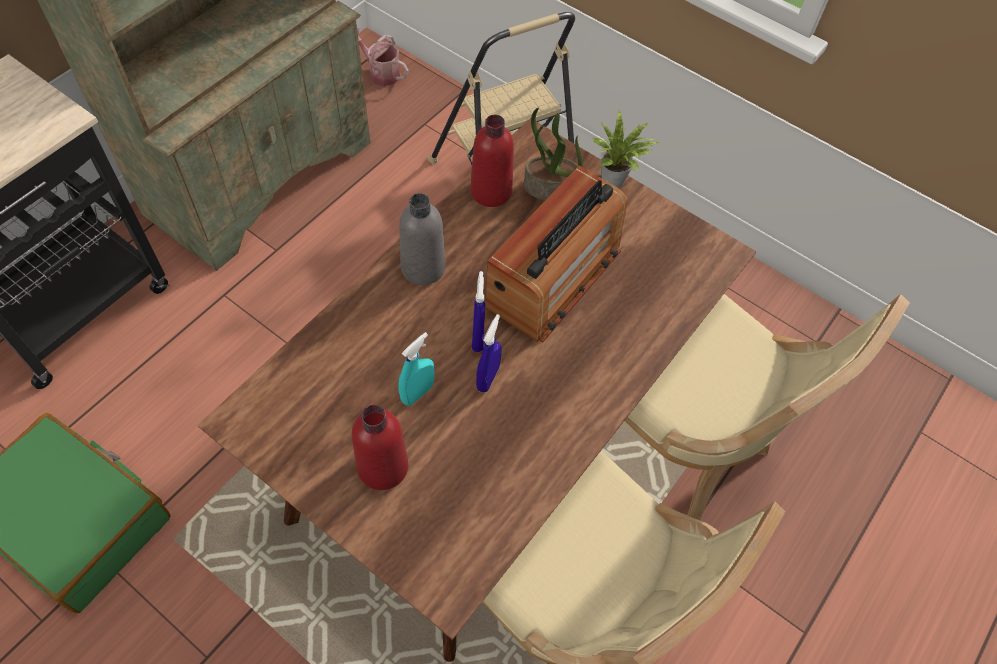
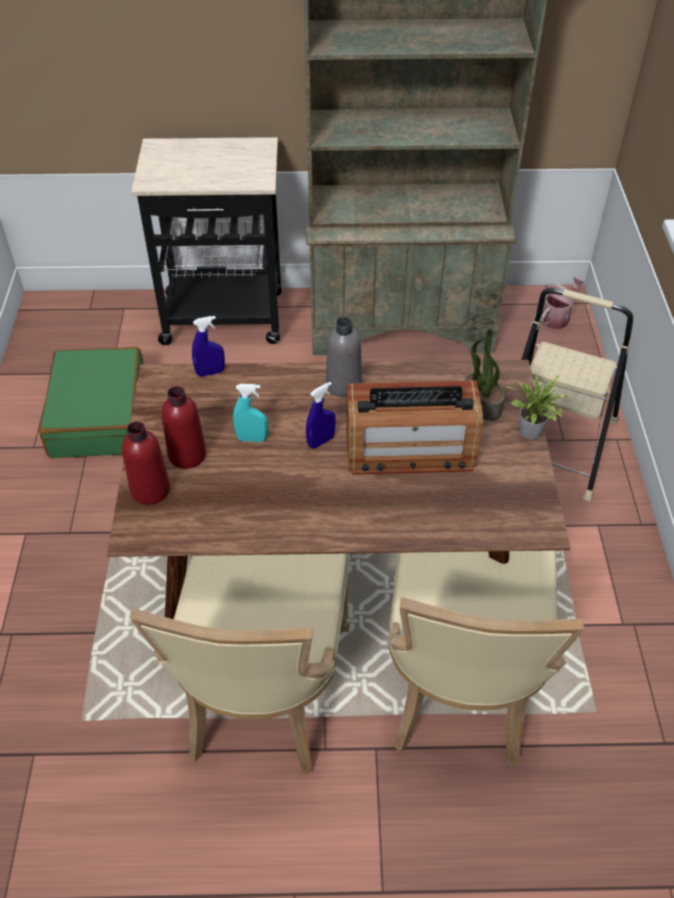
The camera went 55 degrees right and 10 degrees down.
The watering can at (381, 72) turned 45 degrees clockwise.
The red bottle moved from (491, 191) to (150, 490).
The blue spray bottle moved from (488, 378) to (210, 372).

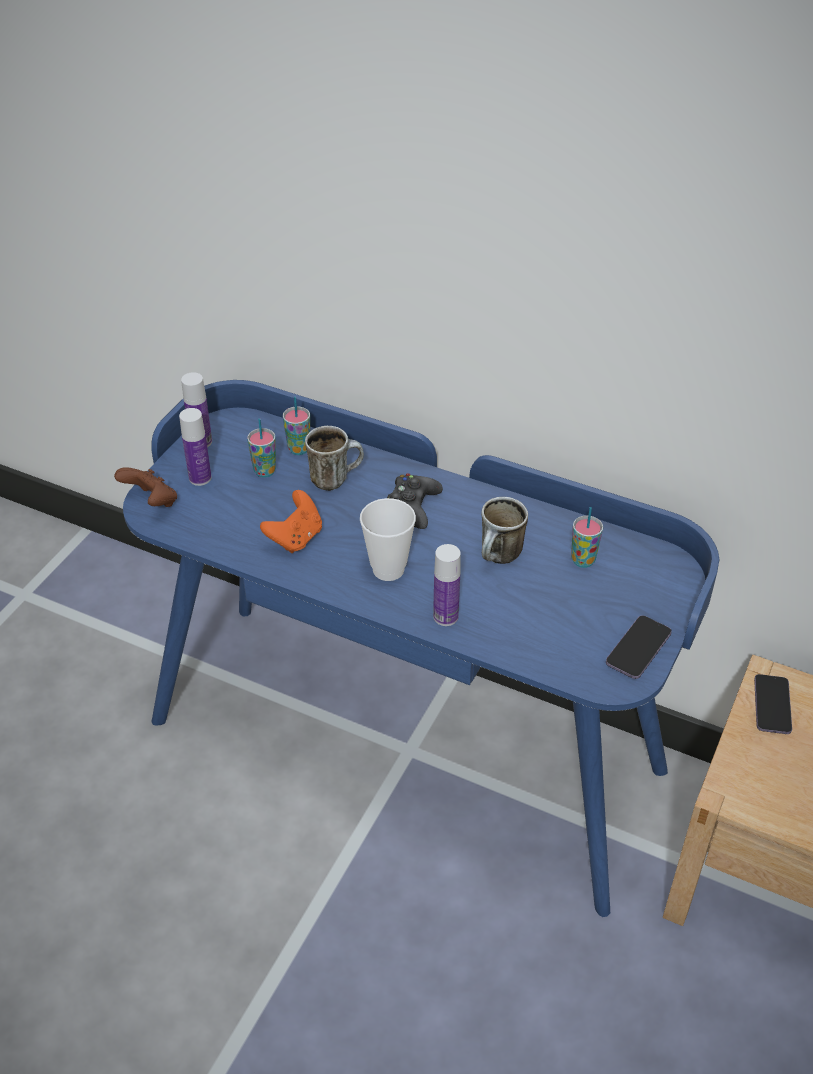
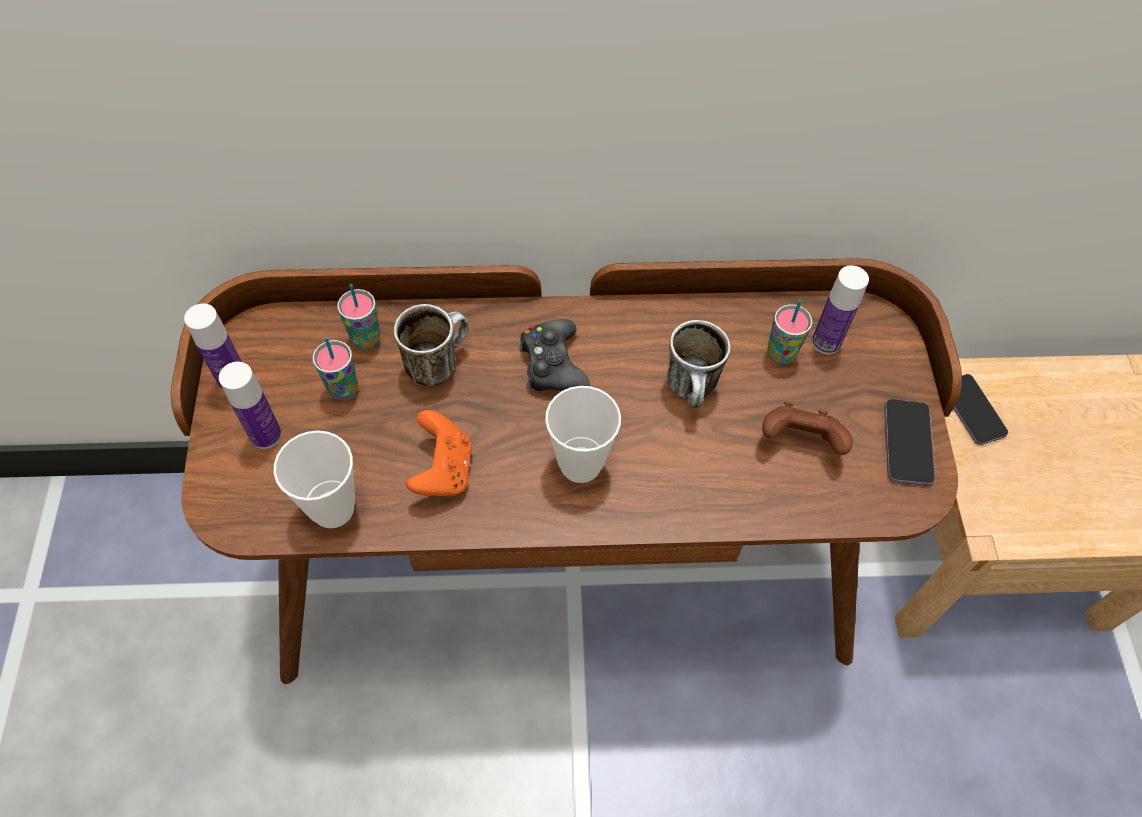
The camera went 30 degrees left and 15 degrees up.
The brown game controller moved from (152, 502) to (800, 441).
The blue desk at (407, 741) became the brown desk at (565, 569).
The bottle moved from (445, 616) to (826, 342).
The cup at (333, 509) appeared.

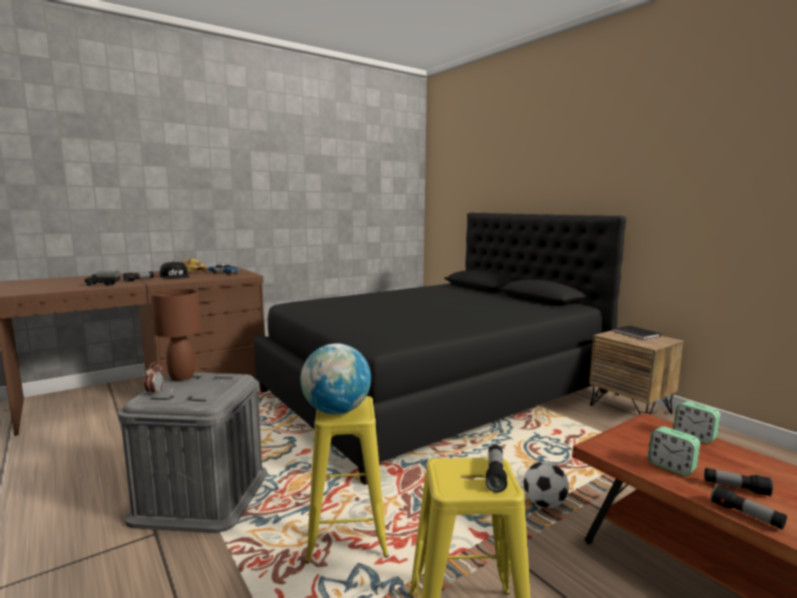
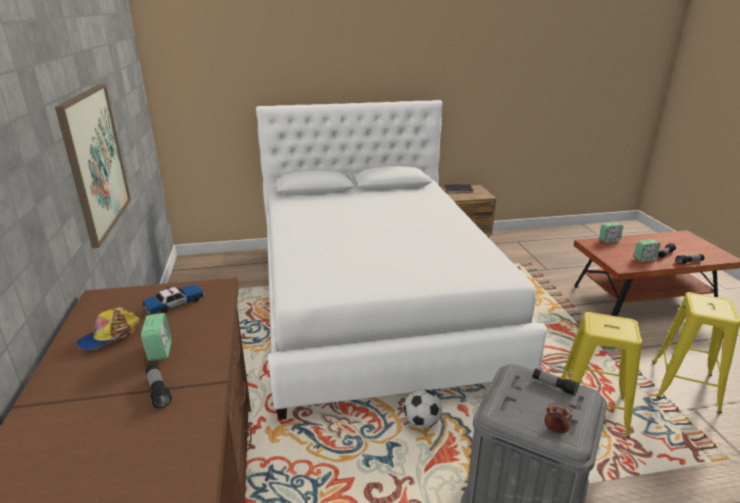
The camera went 65 degrees left and 15 degrees up.
The toy truck at (102, 284) disappeared.
The brown table lamp at (182, 377) disappeared.
The black cap at (175, 276) was replaced by the alarm clock at (160, 351).
The black bed at (435, 391) became the white bed at (375, 304).
The globe at (336, 411) disappeared.
The flashlight moved from (495, 475) to (554, 386).
The football moved from (544, 504) to (422, 422).
The picture at (95, 161) appeared.

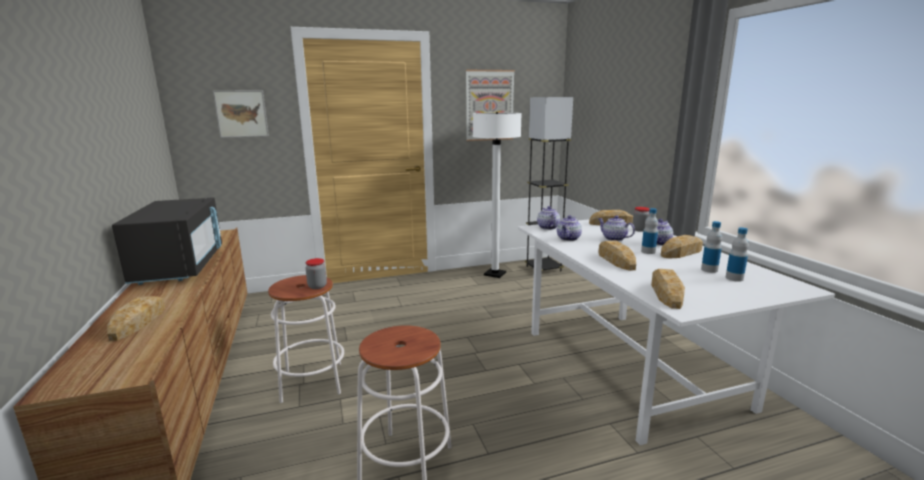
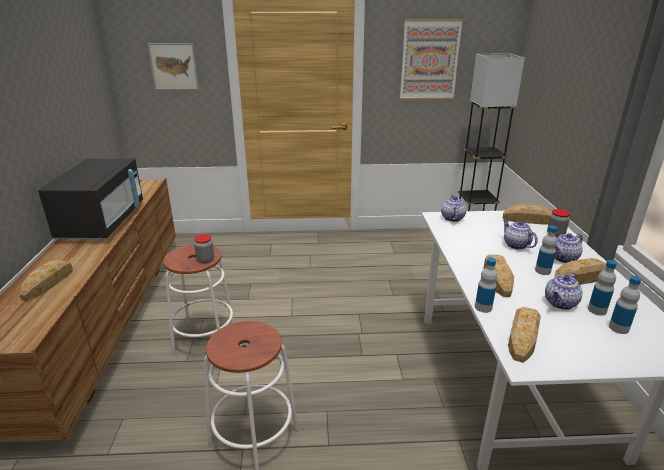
The camera went 15 degrees right and 10 degrees up.
The white floor lamp at (495, 274) disappeared.
The teapot moved from (568, 239) to (560, 304).
The bottle at (483, 307) appeared.

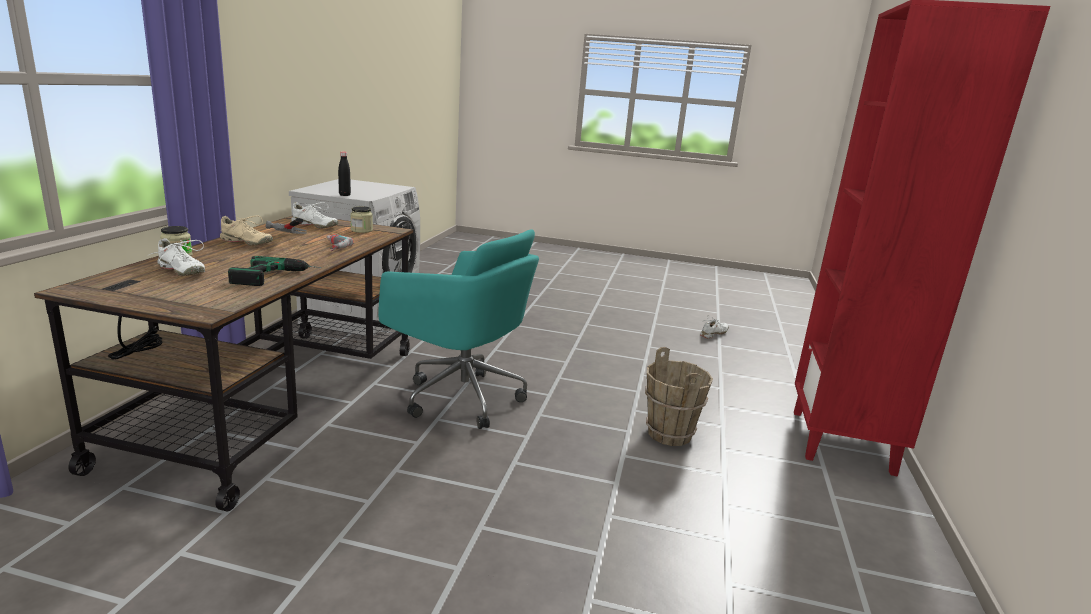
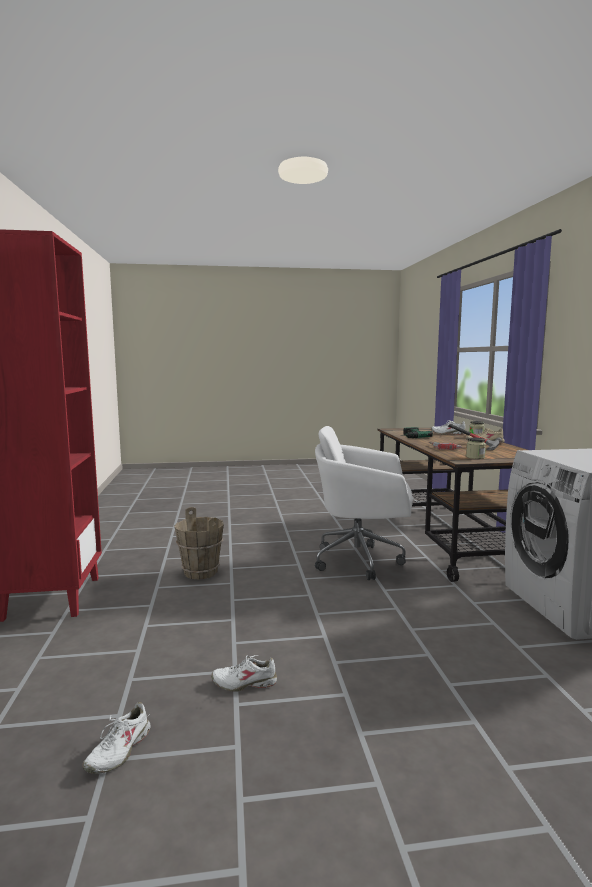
The camera went 160 degrees right and 10 degrees down.
The white shoe moved from (314, 226) to (244, 683).
The black bottle at (344, 195) disappeared.
The turquoise office chair at (458, 397) became the white office chair at (362, 561).

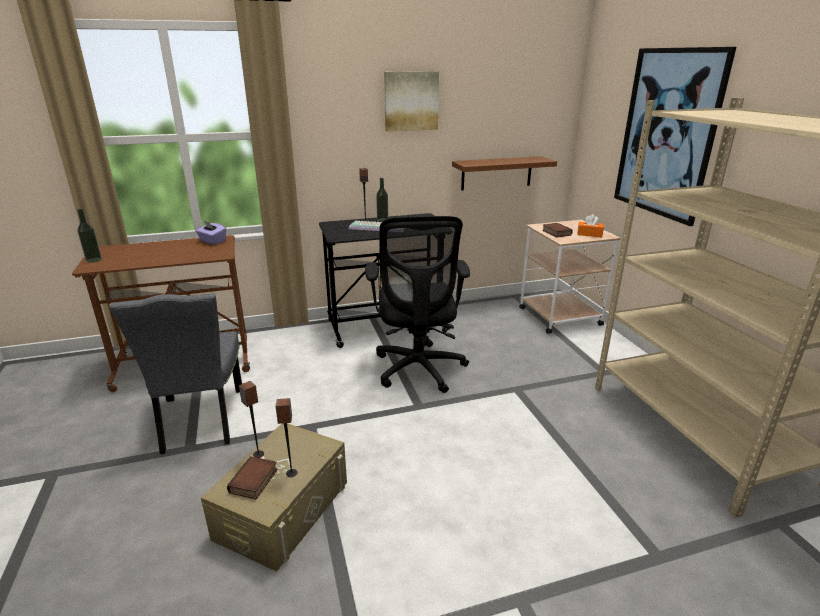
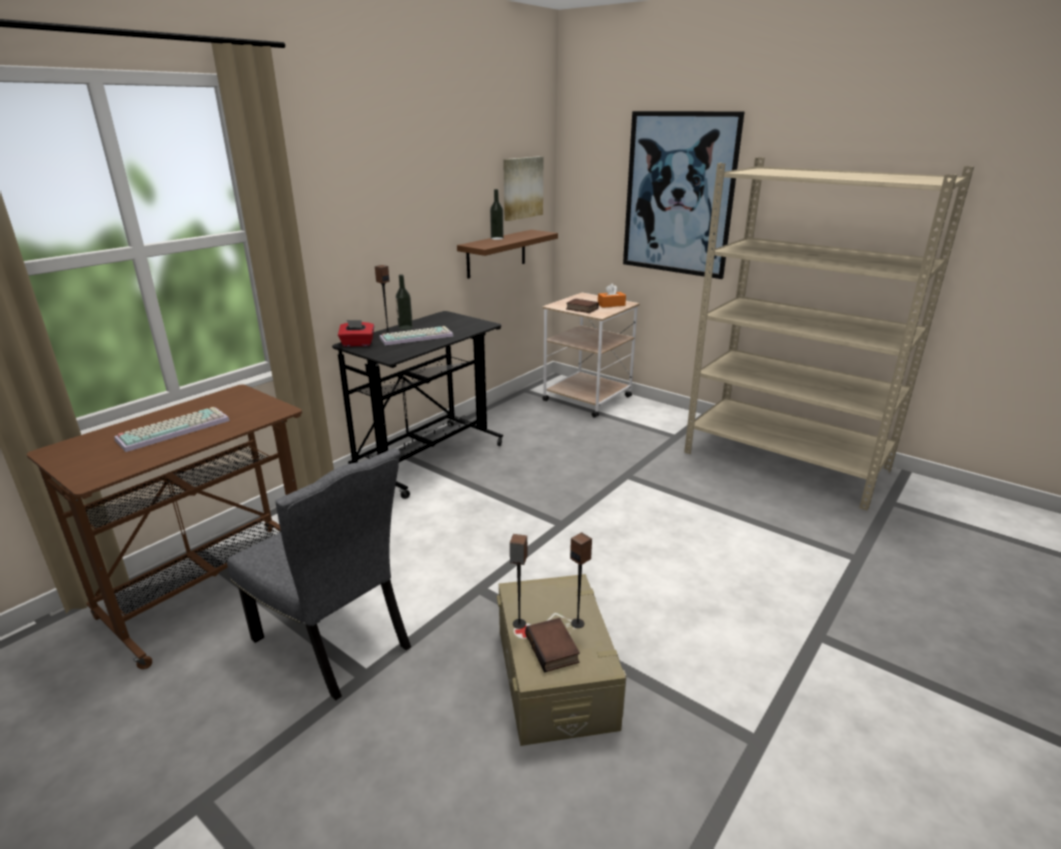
The camera went 35 degrees left and 0 degrees up.
The bottle moved from (94, 260) to (497, 238).
The purple tissue box at (212, 241) disappeared.
The black office chair at (417, 365) disappeared.
The picture moved from (411, 101) to (522, 188).
The keyboard at (174, 429) appeared.
The red tissue box at (357, 344) appeared.

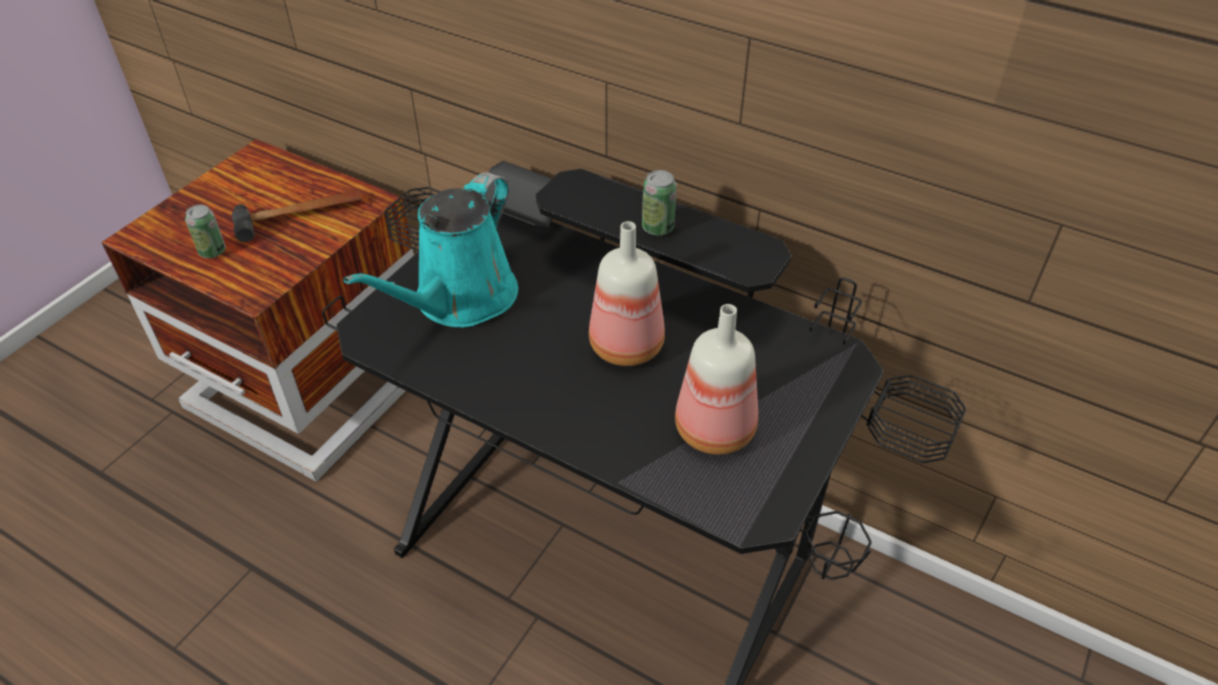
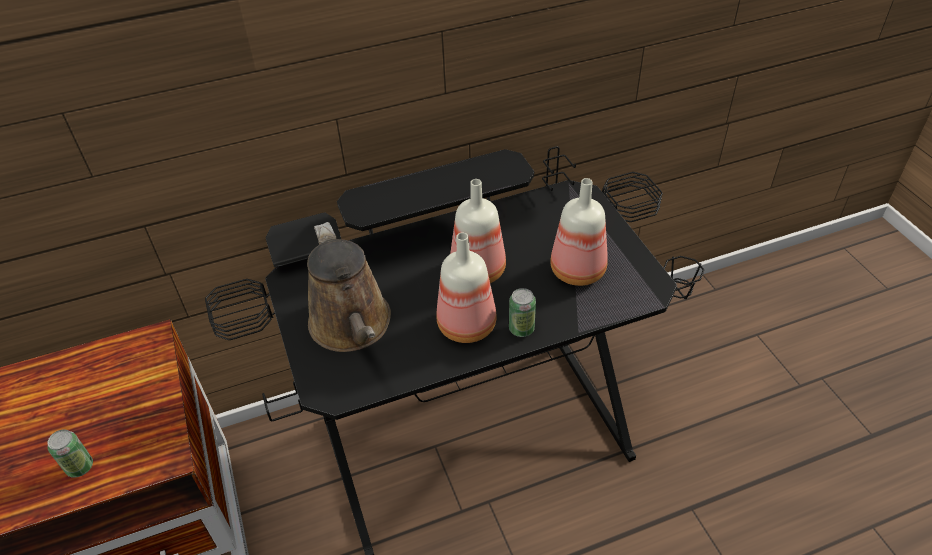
The camera went 50 degrees left and 0 degrees up.
The hammer at (299, 216) disappeared.
The turquoise watering can at (460, 300) became the brown watering can at (353, 326).
The can moved from (657, 228) to (521, 329).
The bottle at (468, 325) appeared.

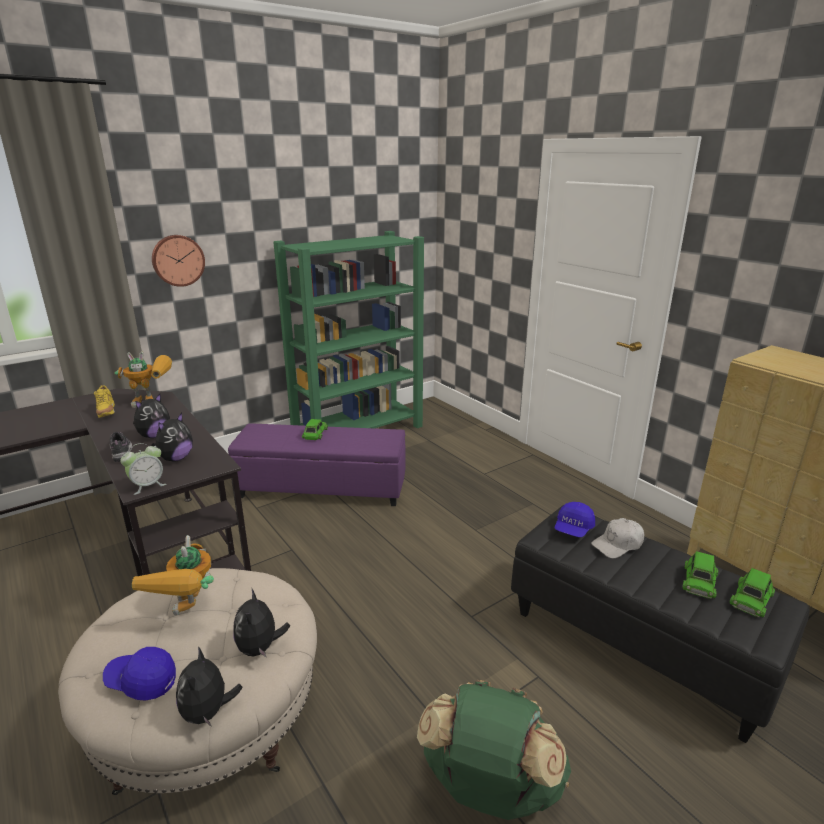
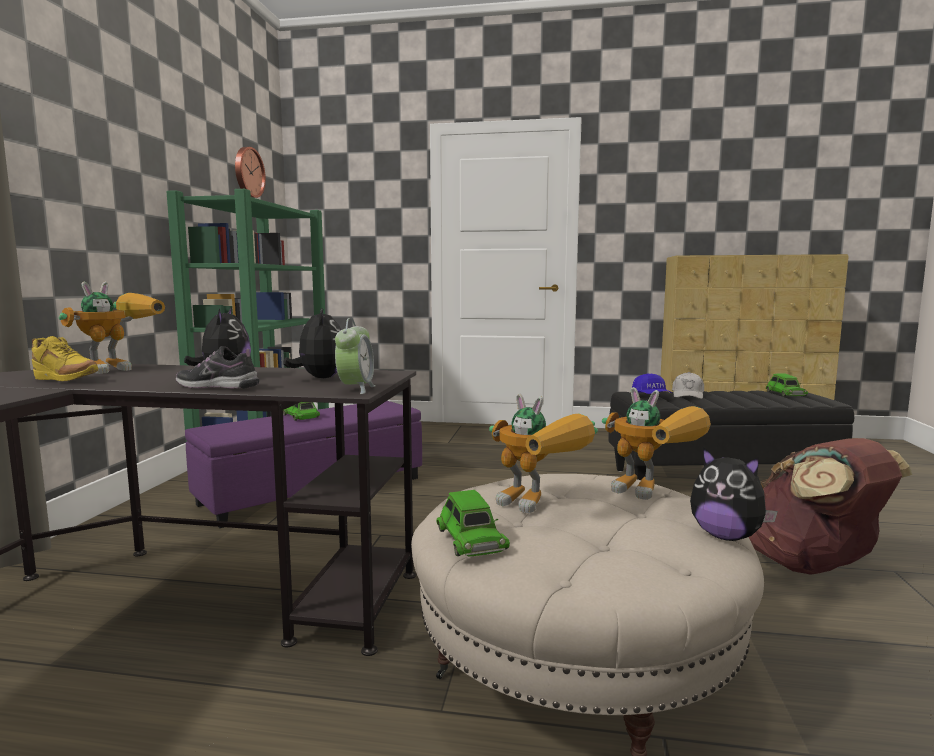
The camera went 45 degrees left and 15 degrees down.
The blue cap at (141, 681) disappeared.
The wall clock moved from (178, 260) to (248, 172).
The plush toy at (260, 648) was replaced by the toy robot at (655, 493).
The green backpack at (490, 788) became the brown backpack at (812, 566).
The green toy car moved from (699, 581) to (470, 538).

